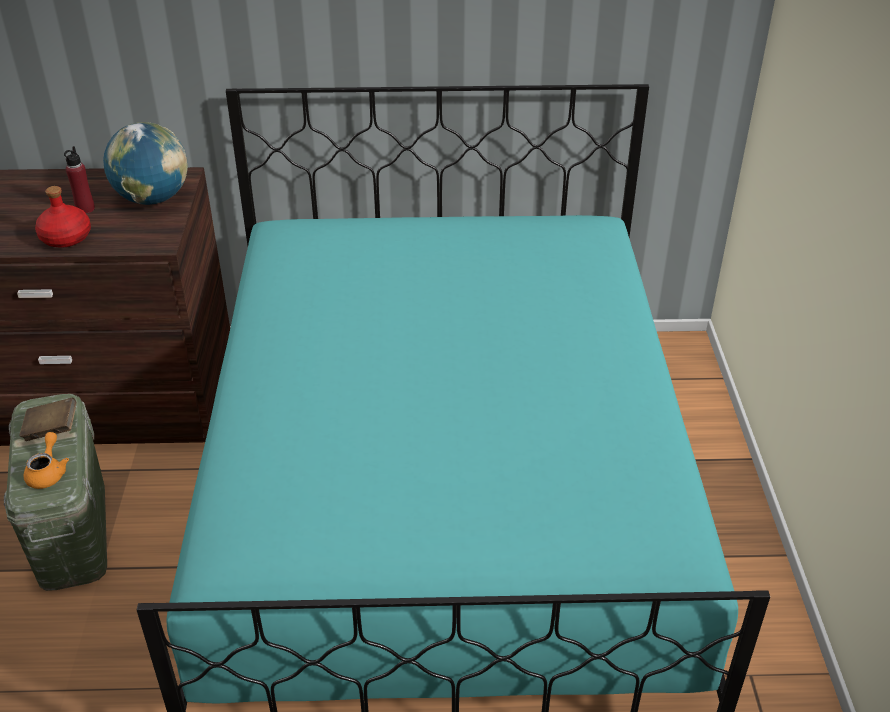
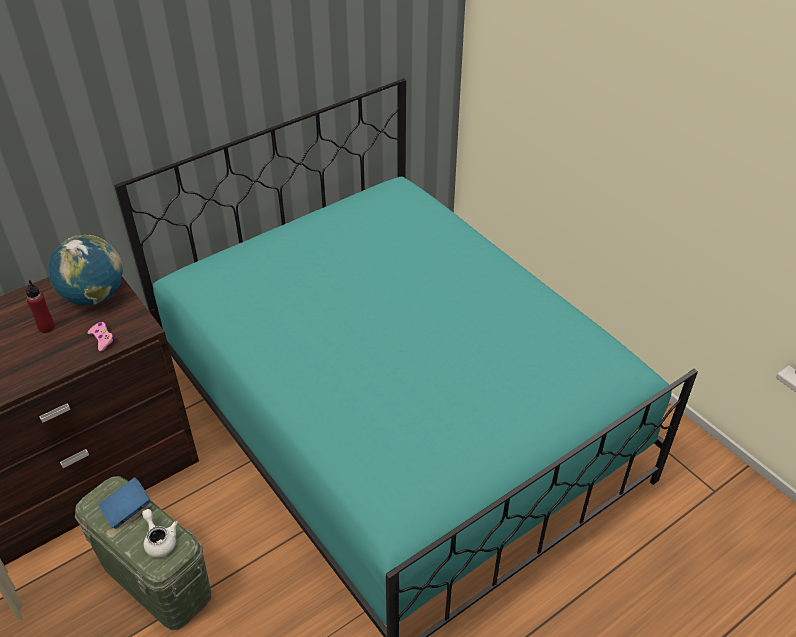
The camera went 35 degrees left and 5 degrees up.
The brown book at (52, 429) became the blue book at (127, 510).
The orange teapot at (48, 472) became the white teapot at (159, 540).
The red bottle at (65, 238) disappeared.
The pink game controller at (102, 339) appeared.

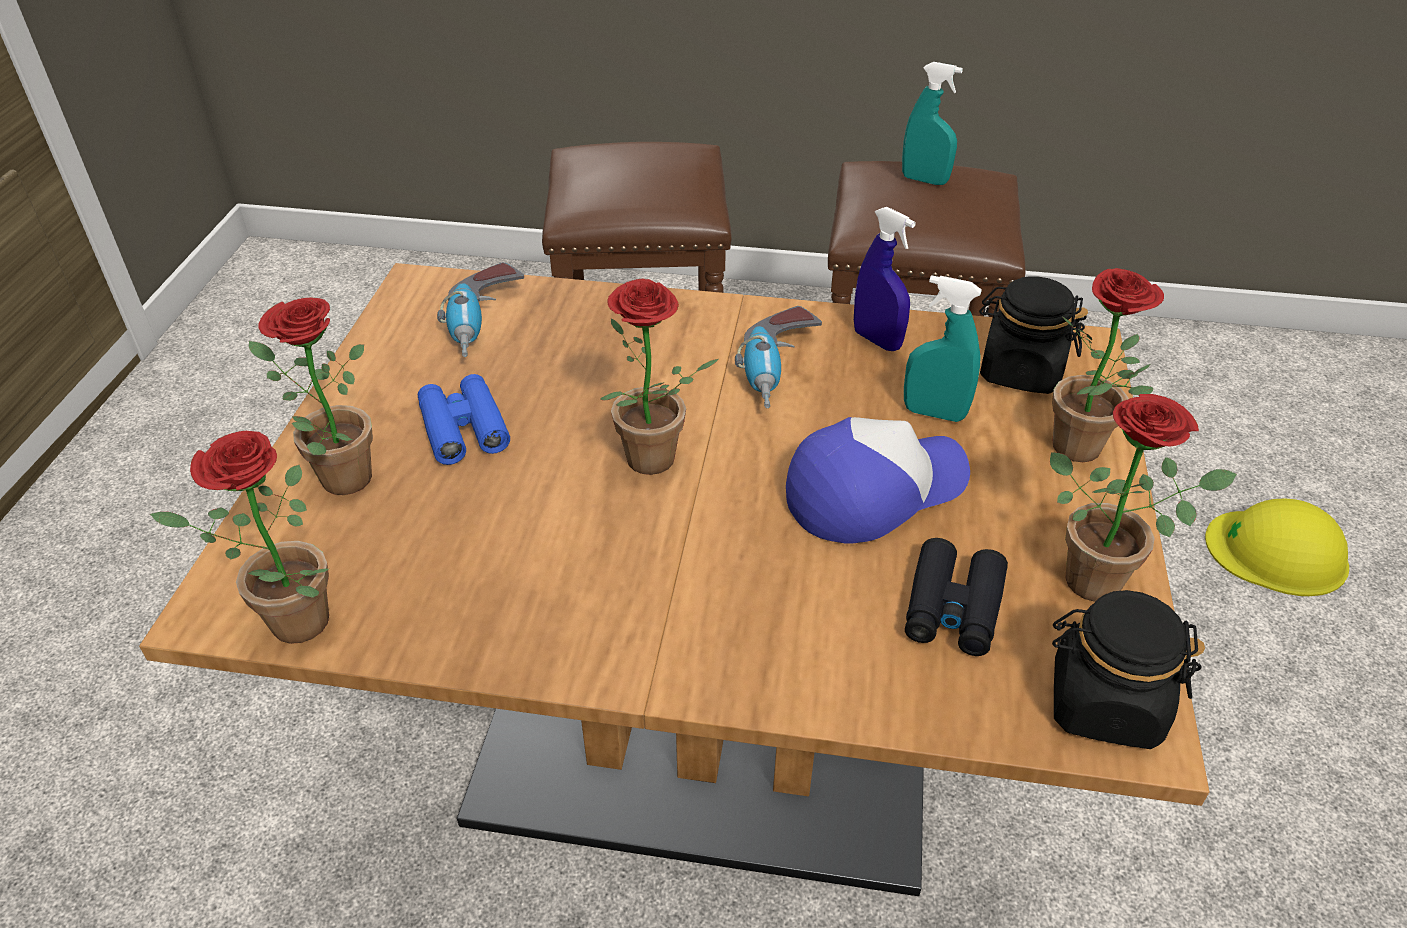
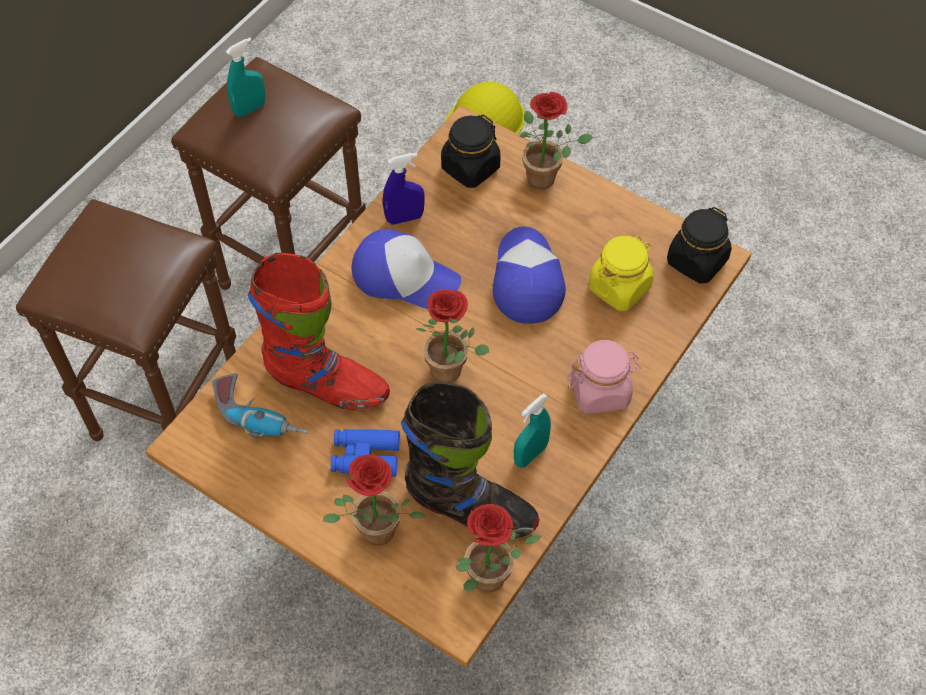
The camera went 65 degrees left and 15 degrees up.
The power drill at (779, 371) was replaced by the cap at (405, 277).
The turquoise spray bottle moved from (934, 413) to (530, 454).
The black binoculars at (953, 608) was replaced by the yellow jar at (619, 287).
The potted plant at (1104, 578) disappeared.
The red boot at (326, 385) appeared.
The black boot at (470, 509) appeared.
The pink jar at (600, 391) appeared.

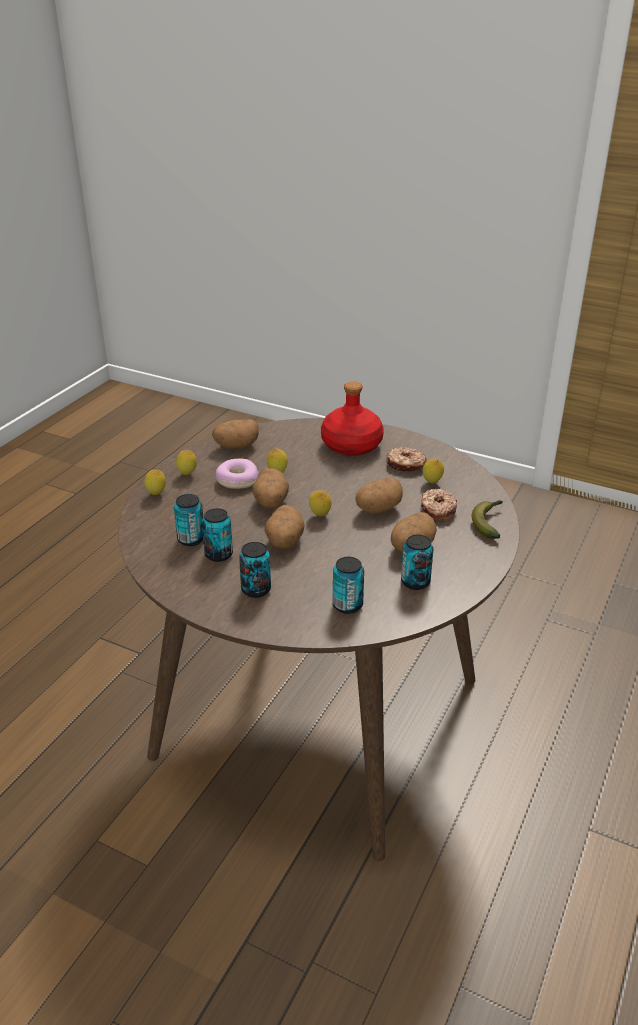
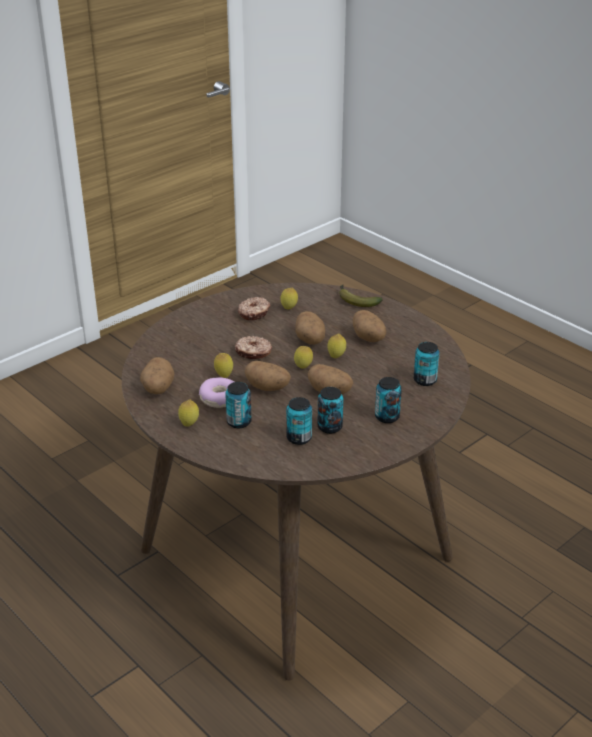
The camera went 70 degrees left and 0 degrees up.
The lemon moved from (156, 494) to (336, 357).
The red bottle at (352, 445) disappeared.
The can moved from (415, 582) to (239, 422).
The donut moved from (437, 510) to (253, 353).

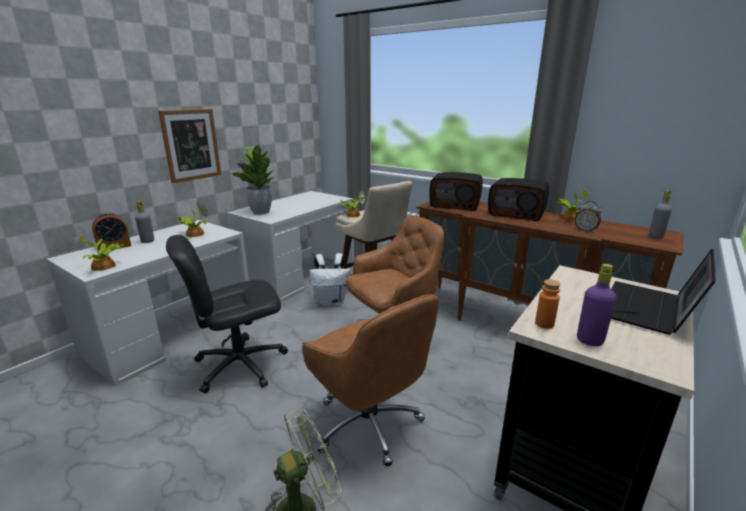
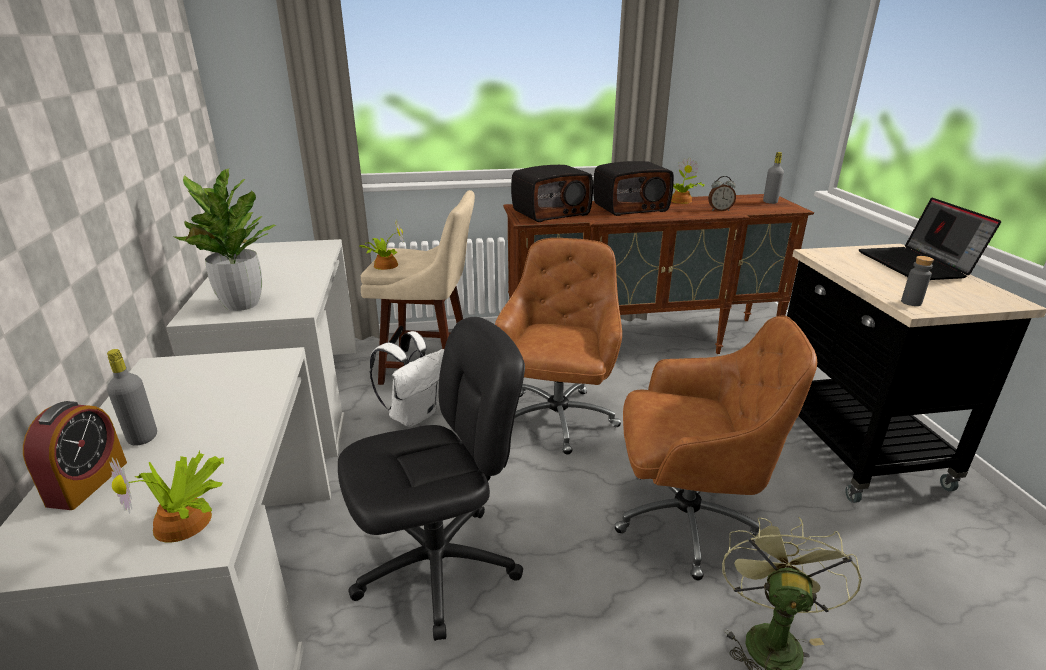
The camera went 45 degrees left and 5 degrees up.
The picture at (191, 145) disappeared.
The black office chair at (240, 364) turned 135 degrees counterclockwise.
The potted plant at (194, 234) disappeared.
The orange bottle at (544, 324) became the grey bottle at (911, 302).
The purple bottle at (589, 340) disappeared.

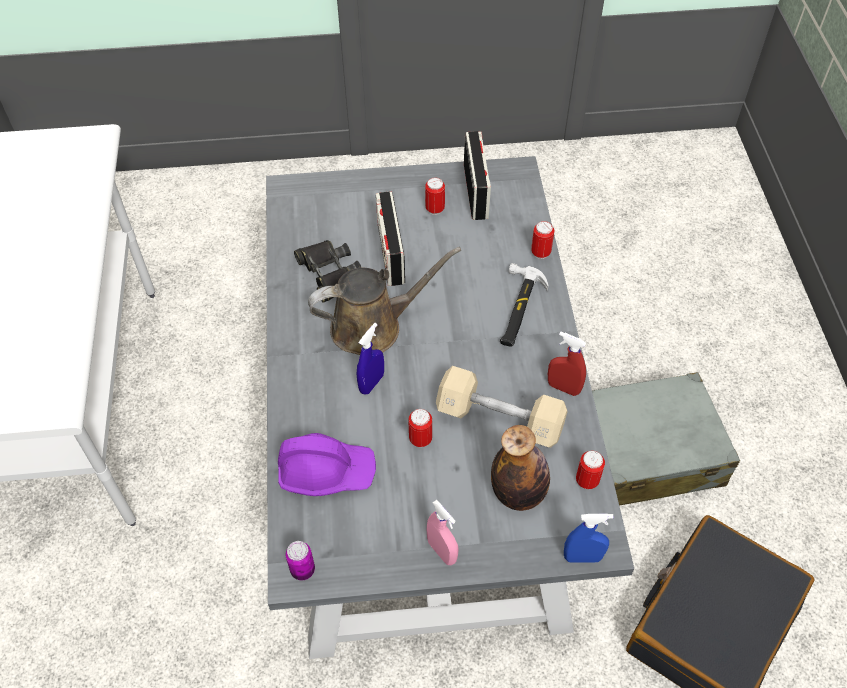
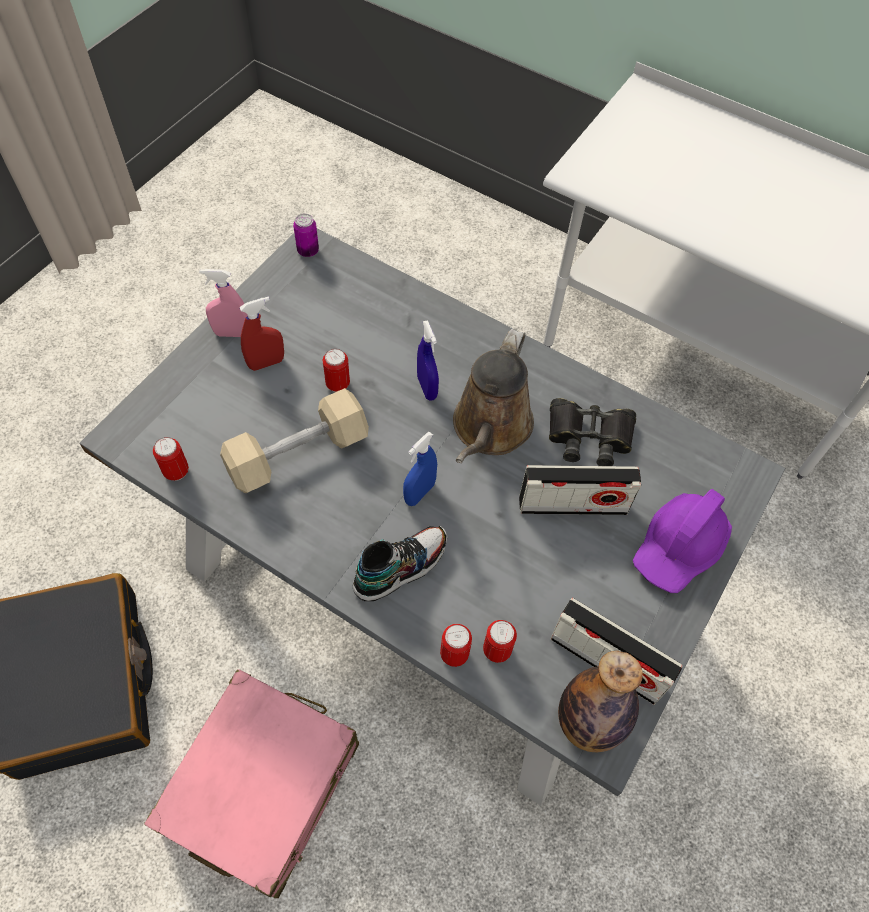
The camera went 125 degrees right and 5 degrees up.
The purple hard hat moved from (326, 471) to (679, 547).
The radio at (391, 254) turned 150 degrees clockwise.
The can moved from (435, 209) to (497, 650).
The bottle moved from (518, 493) to (588, 723).
The hammer at (518, 308) was replaced by the shoe at (400, 567).
The red spray bottle moved from (563, 388) to (266, 363).
The blue spray bottle moved from (582, 557) to (419, 493).
The grey suitcase at (646, 453) became the pink suitcase at (263, 786).

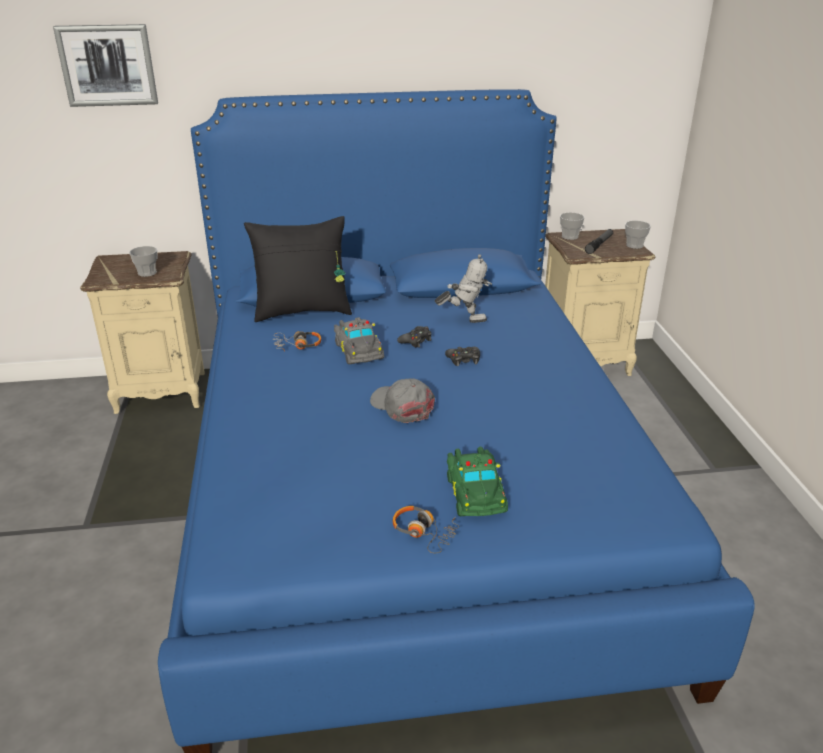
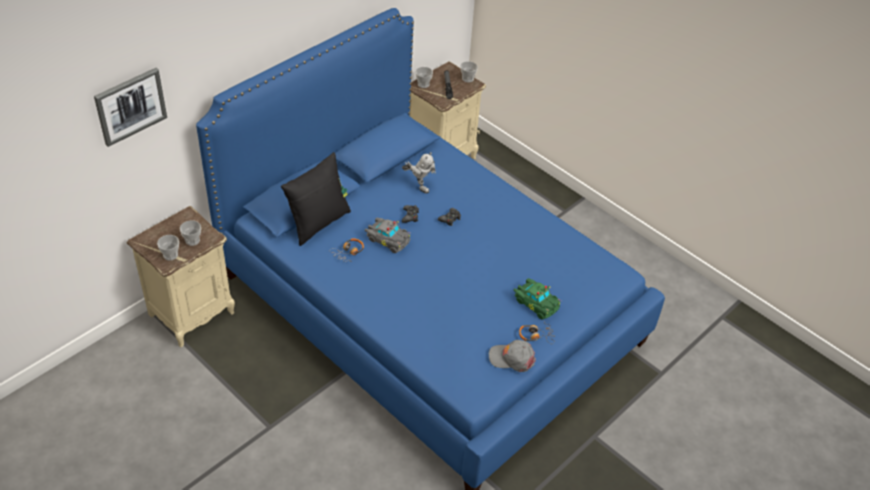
The camera went 40 degrees left and 15 degrees up.
The grey cap moved from (402, 406) to (512, 358).
The toy robot at (464, 319) turned 75 degrees clockwise.
The cup at (170, 255) appeared.

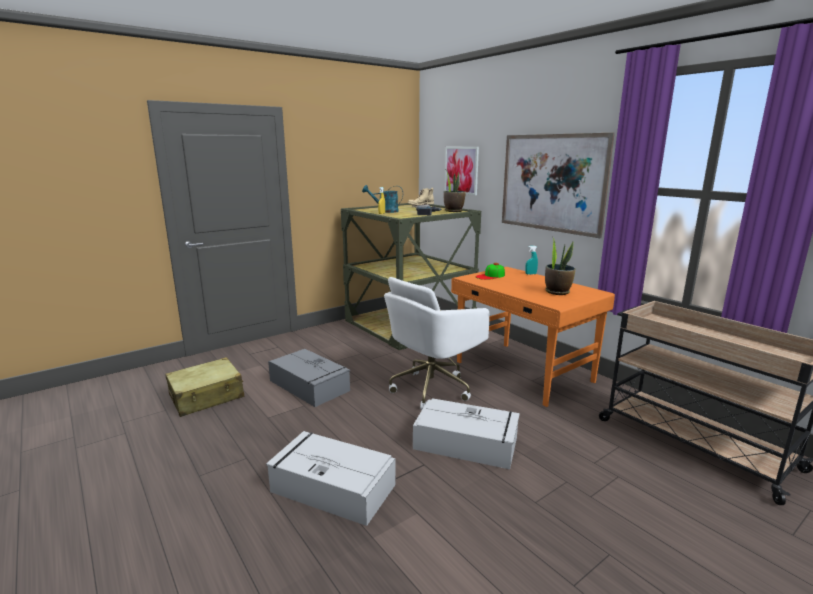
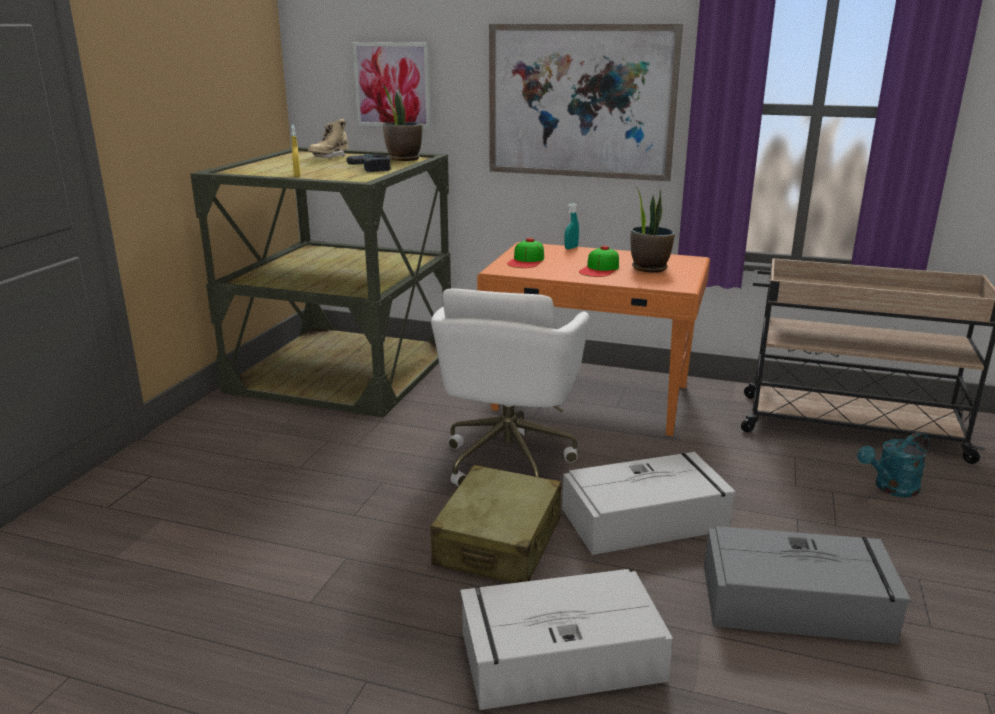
The camera went 35 degrees left and 5 degrees up.
The beige suitcase moved from (207, 396) to (499, 542).
The grey storage box moved from (310, 386) to (798, 603).
The turquoise watering can moved from (384, 211) to (891, 488).
The cap at (600, 269) appeared.

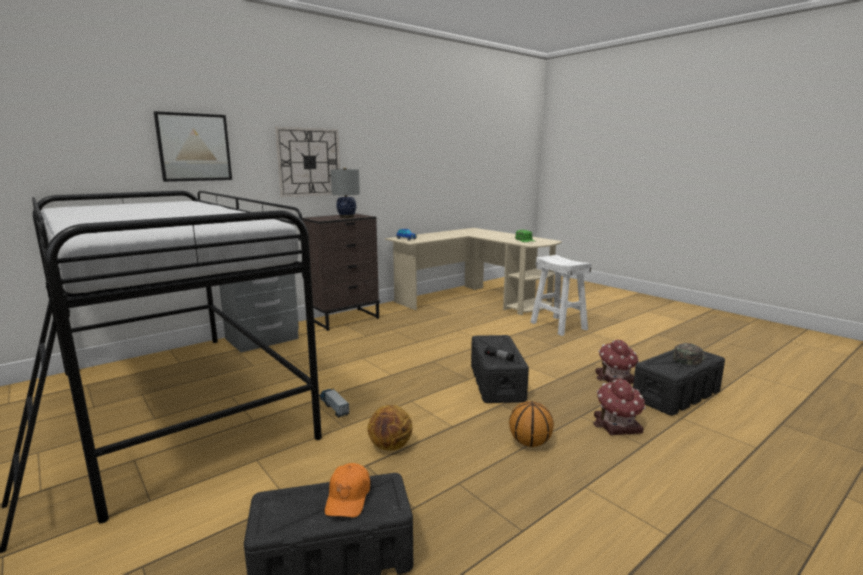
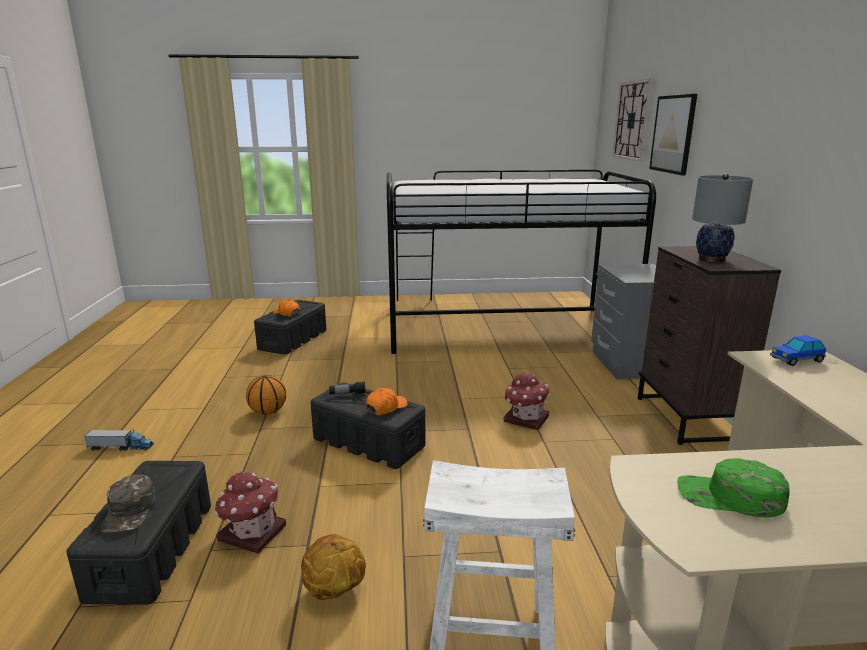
The camera went 125 degrees right and 5 degrees up.
The wall clock moved from (309, 162) to (632, 120).
The toy truck moved from (333, 406) to (121, 447).
The basketball moved from (390, 446) to (334, 590).
The toy house moved from (617, 425) to (525, 419).
The orange cap at (386, 407) appeared.

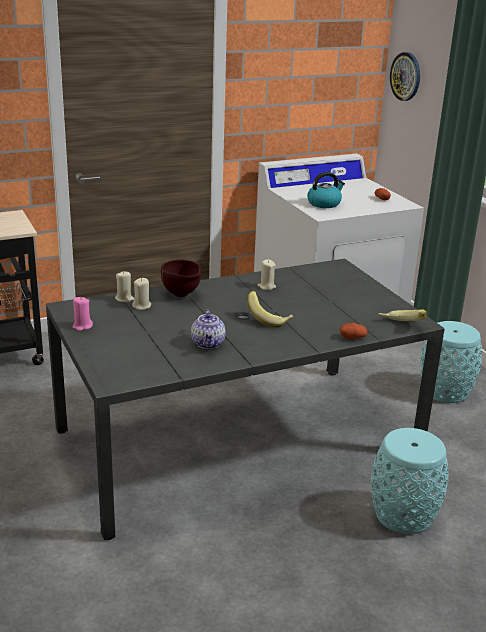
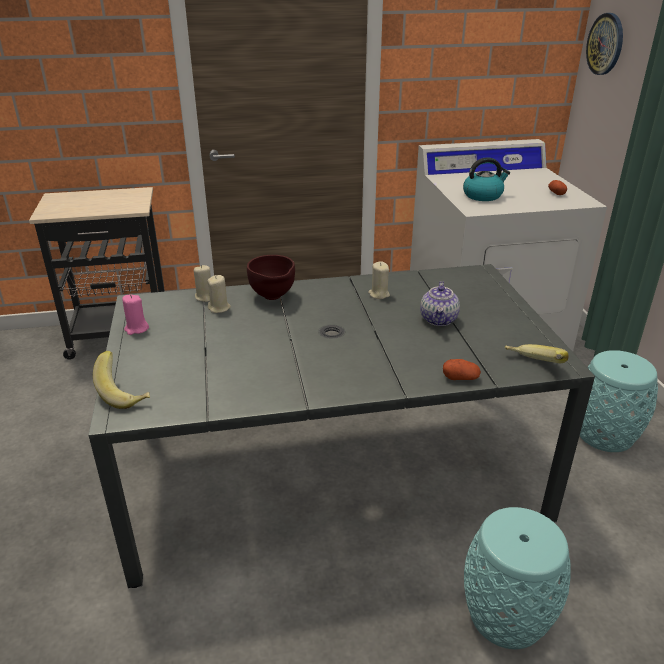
The camera went 15 degrees right and 5 degrees up.
The teapot moved from (208, 343) to (439, 320).
The banana moved from (269, 319) to (125, 394).

